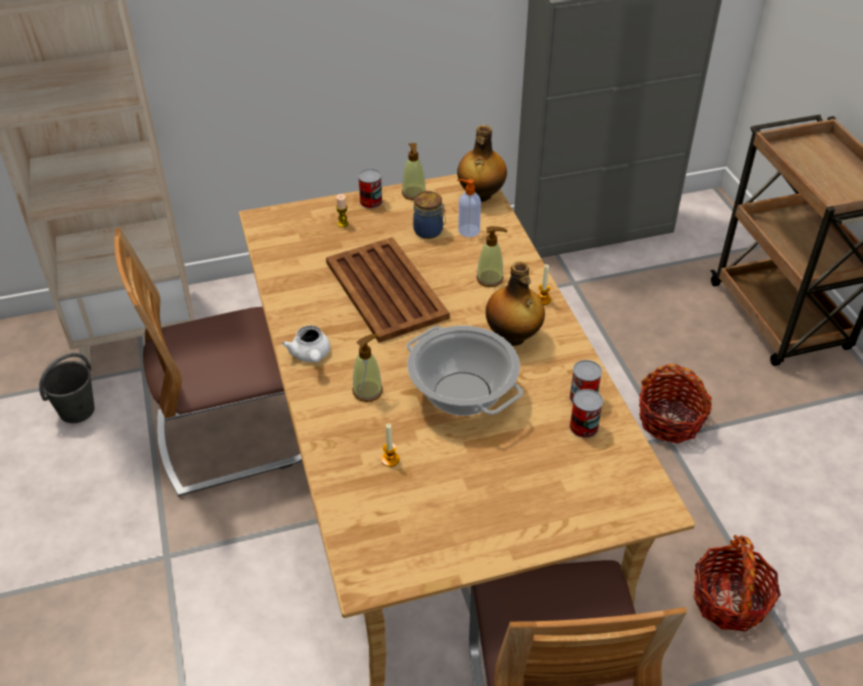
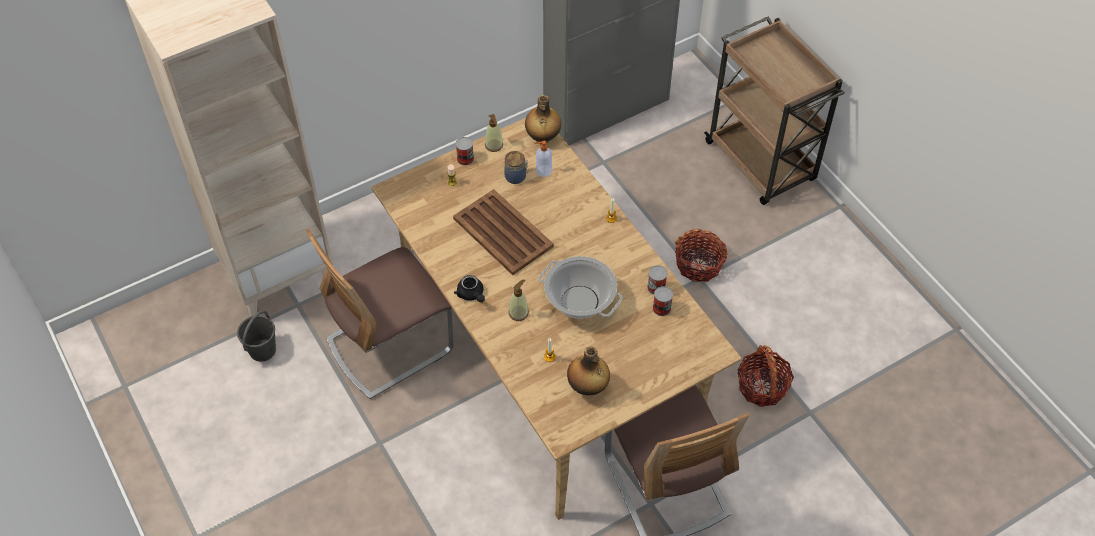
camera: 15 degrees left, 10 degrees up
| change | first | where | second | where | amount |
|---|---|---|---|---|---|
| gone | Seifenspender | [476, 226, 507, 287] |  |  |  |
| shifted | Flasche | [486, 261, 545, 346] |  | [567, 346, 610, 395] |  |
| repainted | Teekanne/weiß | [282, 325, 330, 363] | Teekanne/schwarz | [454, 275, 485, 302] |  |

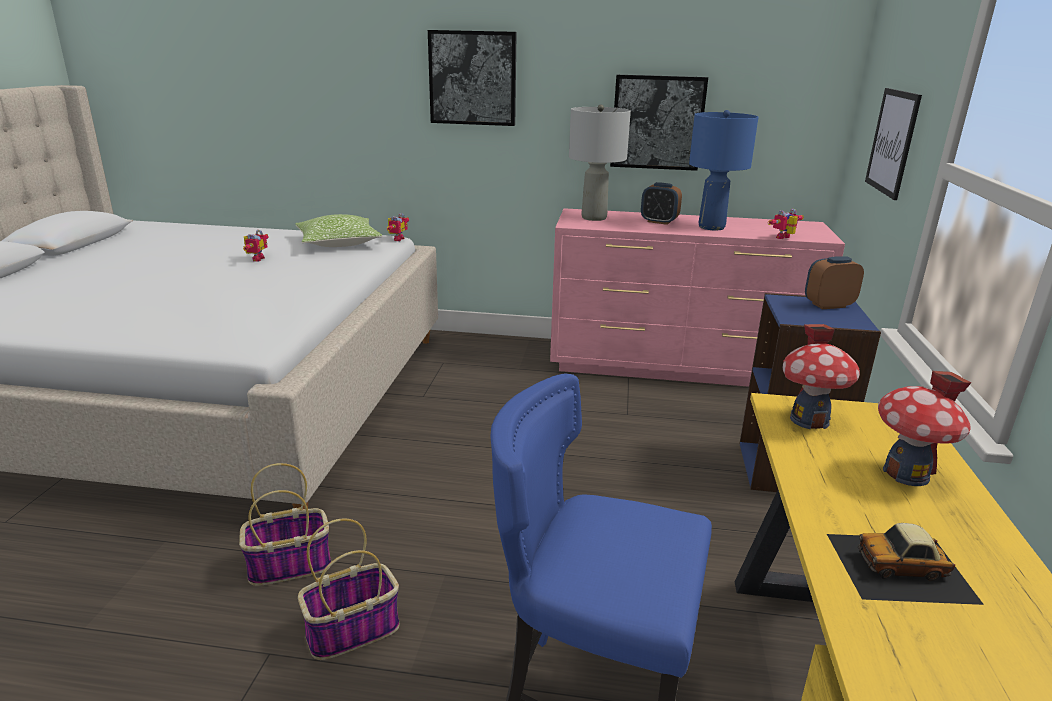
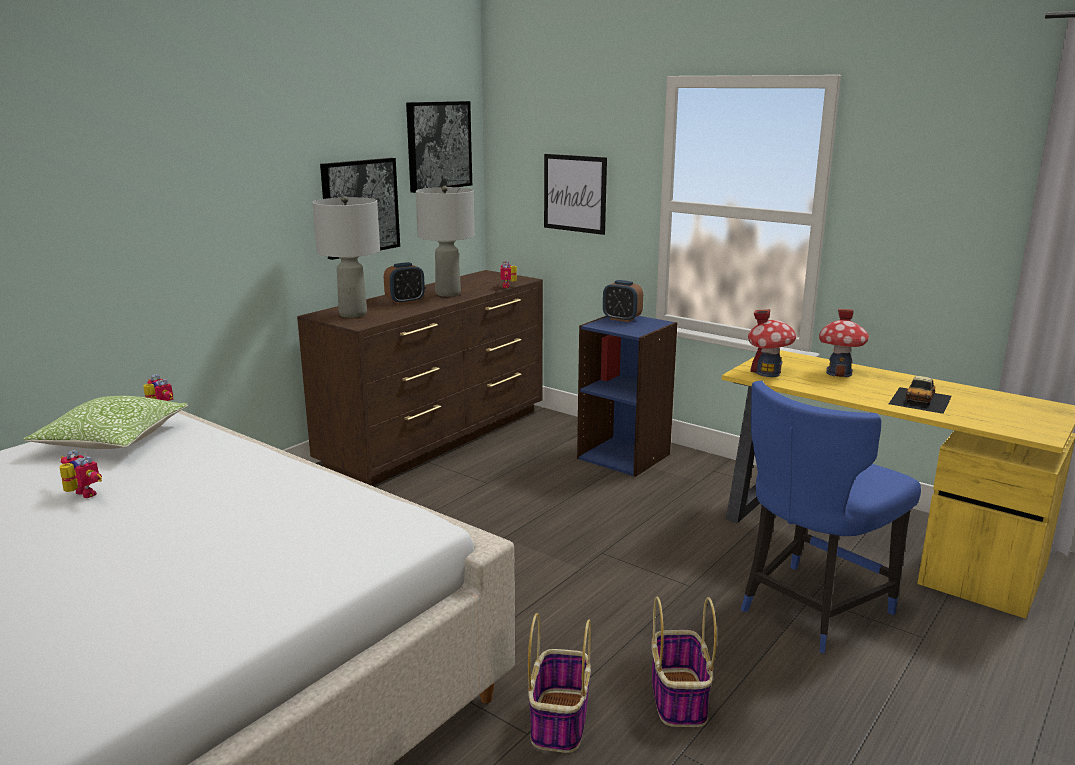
camera: 60 degrees left, 5 degrees down
| change | first | where | second | where | amount |
|---|---|---|---|---|---|
| shifted | Bild | [428, 30, 517, 126] |  | [406, 101, 472, 193] |  |
| repainted | Kommode/rosa | [550, 208, 845, 387] | Kommode/braun | [297, 270, 543, 486] |  |
| repainted | Tischlampe/blau | [689, 110, 758, 230] | Tischlampe/grau | [416, 186, 475, 297] |  |
| rotated | Wecker | [805, 256, 864, 309] |  | [603, 280, 643, 322] | 75 degrees counterclockwise |

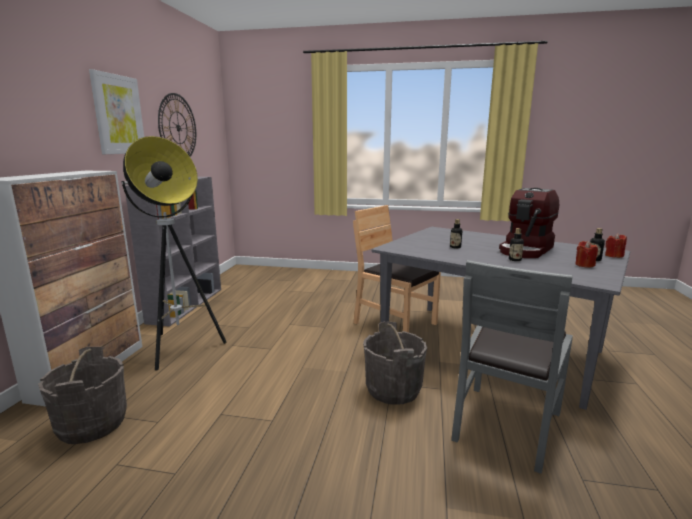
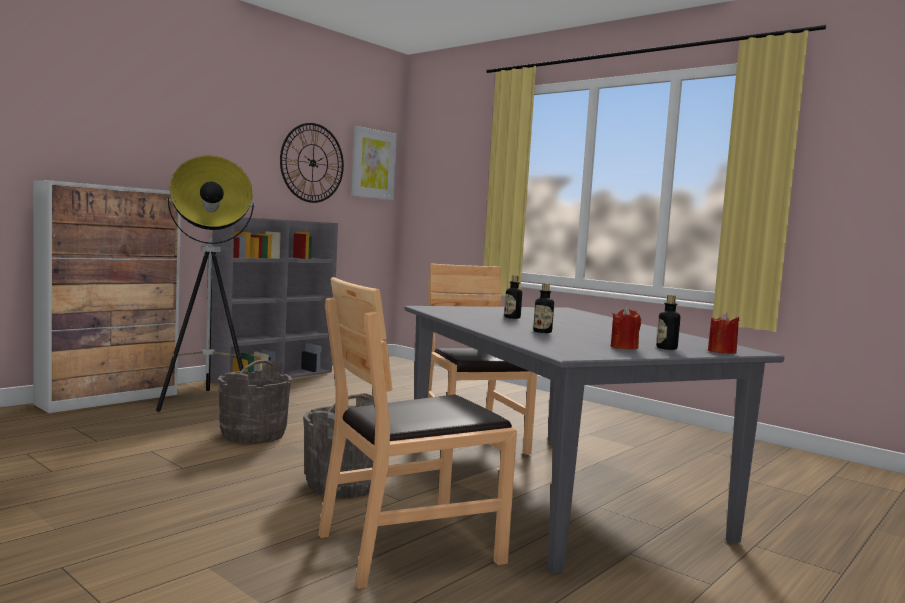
camera: 30 degrees right, 10 degrees down
| change | first | where | second | where | amount |
|---|---|---|---|---|---|
| gone | Kaffeemaschine | [499, 188, 559, 258] |  |  |  |
| shifted | Eimer/grau | [38, 347, 127, 444] |  | [218, 360, 292, 444] |  |
| shifted | Bild | [89, 69, 144, 154] |  | [351, 126, 397, 200] |  |
| repainted | Stuhl/grau | [451, 260, 573, 474] | Stuhl/braun | [318, 277, 517, 589] |  |

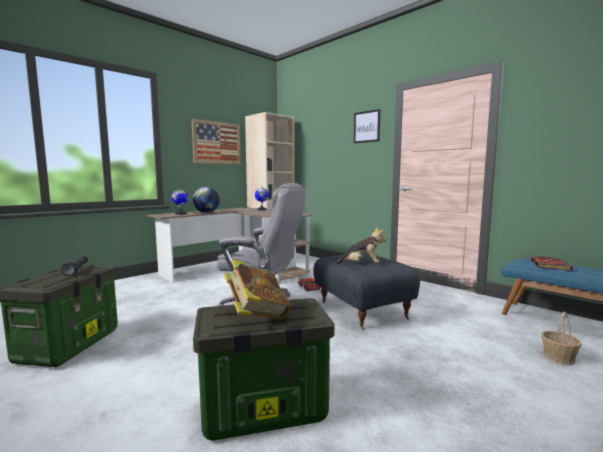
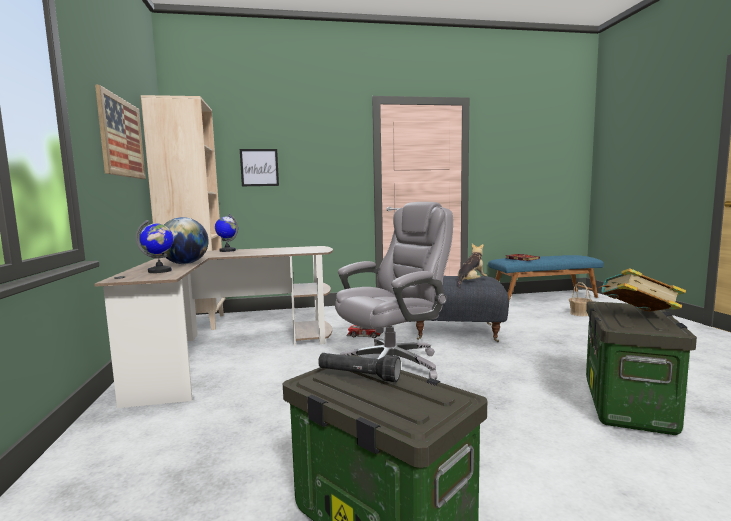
camera: 55 degrees left, 0 degrees up
| change | first | where | second | where | amount |
|---|---|---|---|---|---|
| shifted | Bild | [354, 109, 380, 143] |  | [240, 149, 279, 186] |  |

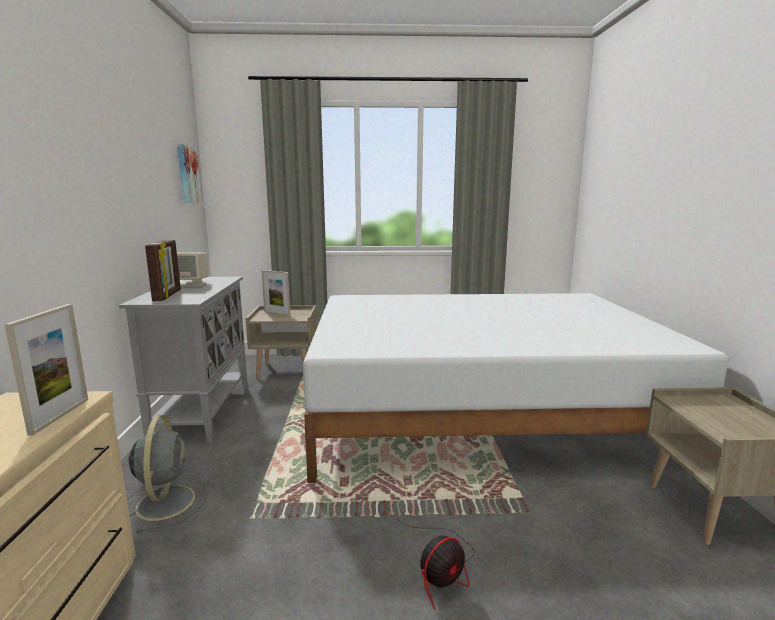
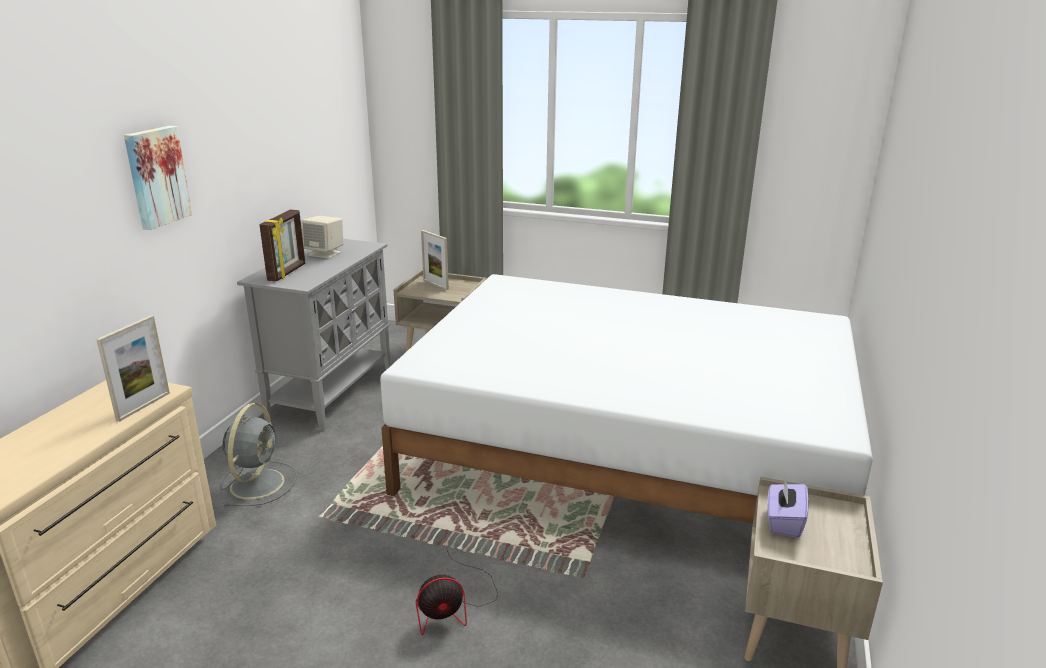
camera: 20 degrees right, 10 degrees up
| change | first | where | second | where | amount |
|---|---|---|---|---|---|
| new |  |  | Taschentuchbox/lila | [767, 477, 808, 538] |  |
| shifted | Bild | [177, 144, 202, 203] |  | [124, 126, 192, 230] |  |

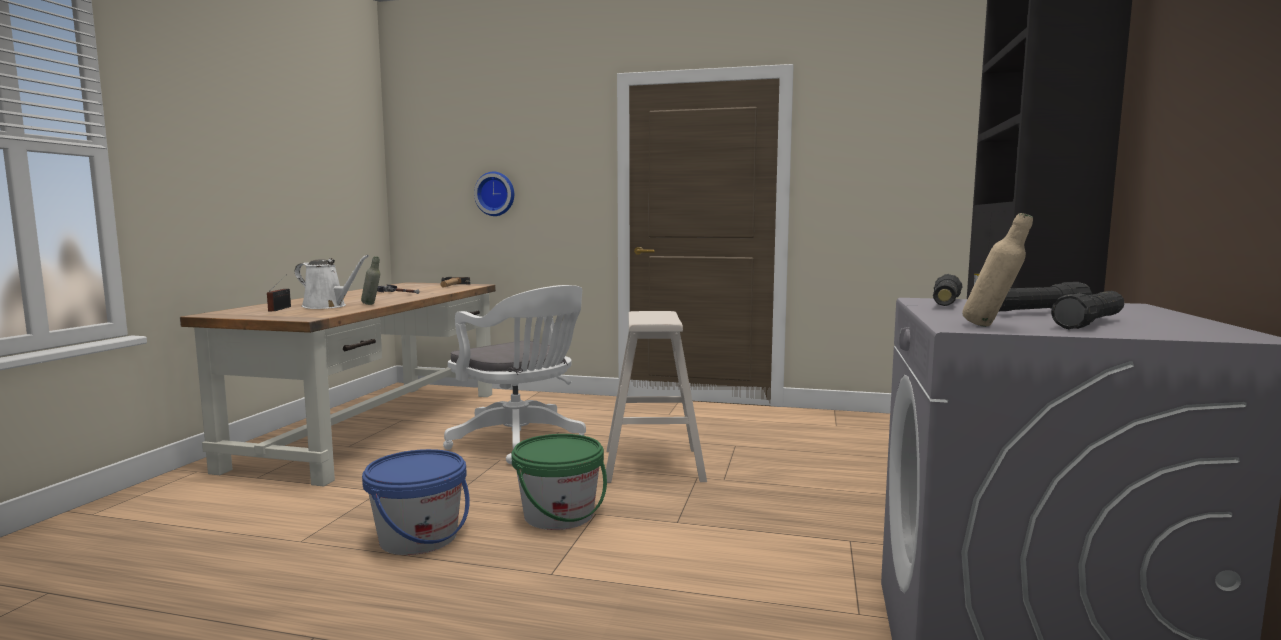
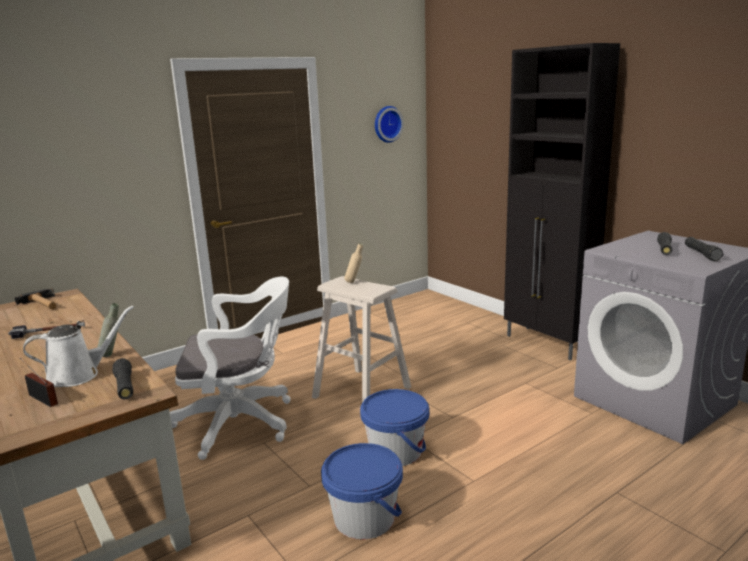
camera: 50 degrees left, 10 degrees up
| change | first | where | second | where | amount |
|---|---|---|---|---|---|
| shifted | Wanduhr | [474, 172, 514, 216] |  | [375, 106, 404, 143] |  |
| shifted | Taschenlampe/schwarz | [933, 274, 962, 306] |  | [112, 358, 133, 399] |  |
| shifted | Flasche/beige | [962, 213, 1033, 327] |  | [344, 243, 363, 283] |  |
| repainted | Eimer/grün | [512, 434, 607, 530] | Eimer/blau | [360, 389, 429, 466] |  |

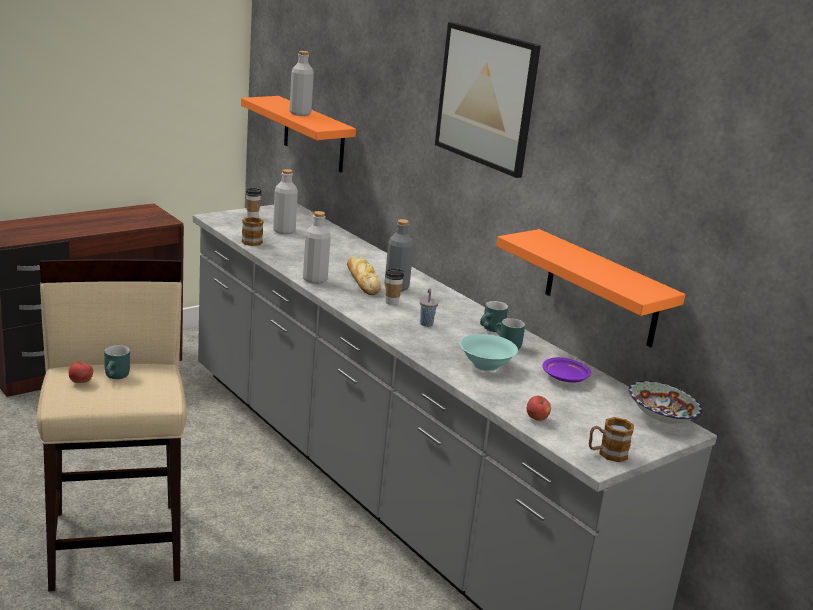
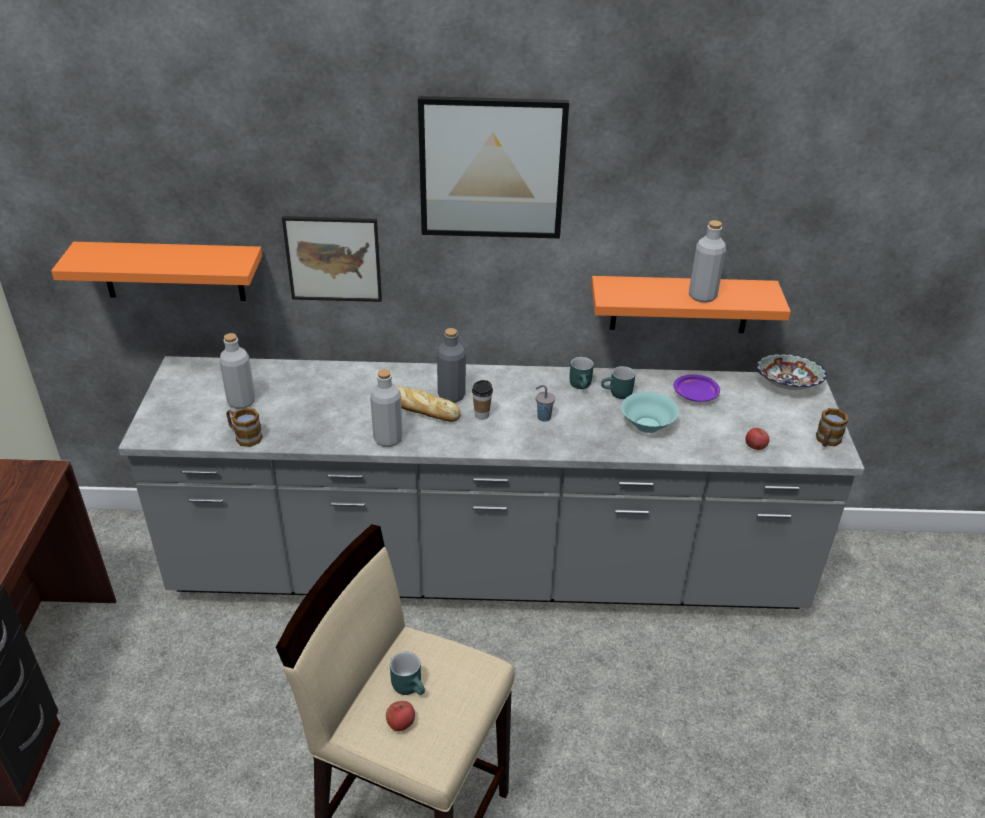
camera: 50 degrees left, 15 degrees up
| change | first | where | second | where | amount |
|---|---|---|---|---|---|
| gone | Tasse | [246, 188, 262, 218] |  |  |  |
| new |  |  | Bild | [282, 216, 382, 302] |  |
| shifted | Flasche/grau | [289, 51, 314, 116] |  | [689, 220, 726, 303] |  |

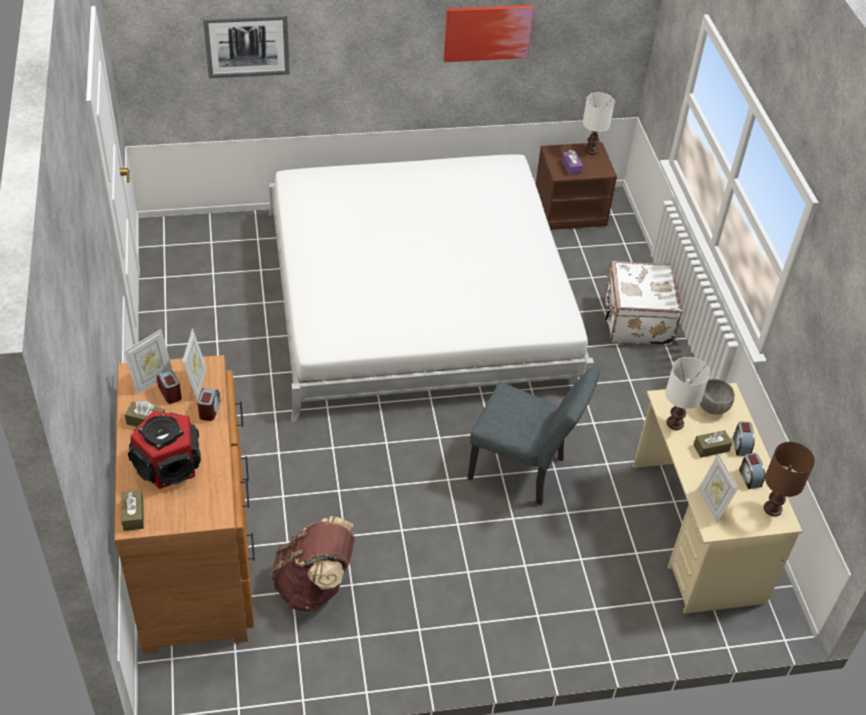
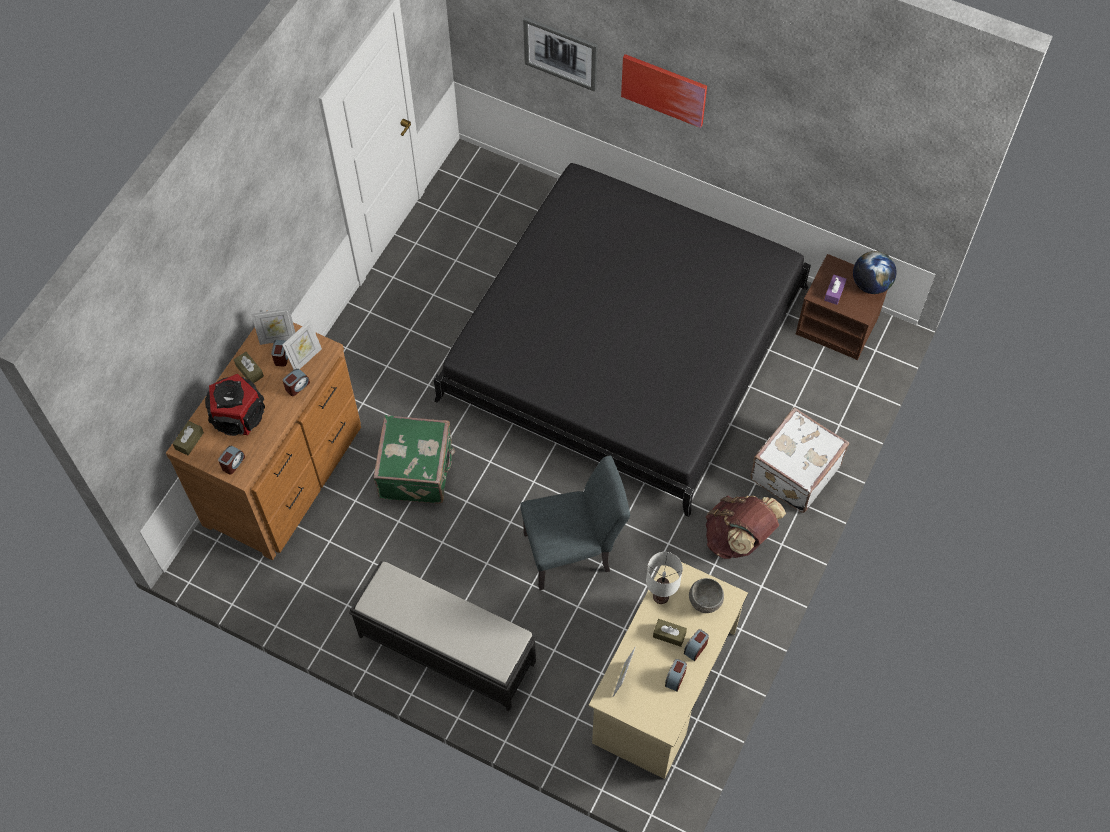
camera: 40 degrees right, 15 degrees up
| change | first | where | second | where | amount |
|---|---|---|---|---|---|
| gone | Tischlampe/braun | [764, 442, 815, 516] |  |  |  |
| new |  |  | Wecker | [218, 446, 245, 474] |  |
| new |  |  | Bank/schwarz | [349, 561, 537, 712] |  |
| new |  |  | Koffer/grün | [373, 415, 456, 504] |  |
| shifted | Rucksack/braun | [271, 516, 355, 611] |  | [706, 495, 786, 559] |  |
| shifted | Bild | [443, 5, 534, 62] |  | [621, 54, 707, 128] |  |
| swapped | Tischlampe/weiß | [583, 92, 615, 155] | Globus | [853, 251, 897, 294] |  |
| repainted | Bett/weiß | [269, 155, 594, 422] | Bett/schwarz | [434, 163, 811, 517] |  |
| rotated | Stuhl/grau | [467, 368, 600, 505] |  | [520, 456, 630, 590] | 75 degrees counterclockwise |

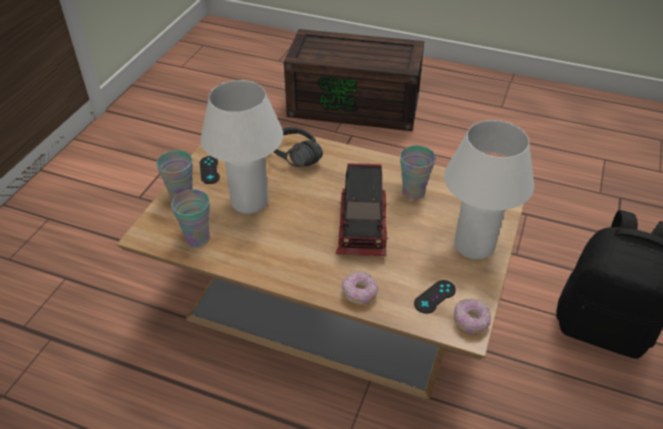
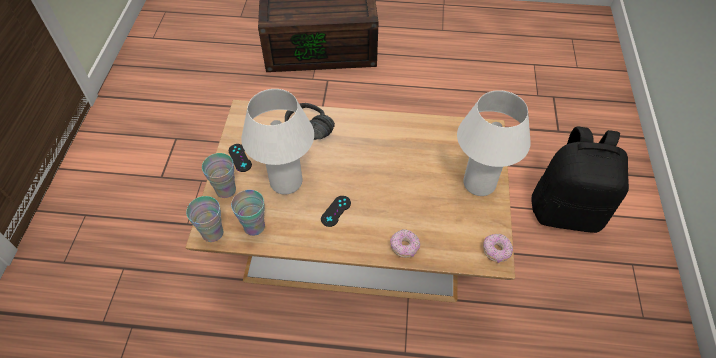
camera: 15 degrees left, 10 degrees up
| change | first | where | second | where | amount |
|---|---|---|---|---|---|
| gone | Spielzeuglaster | [336, 163, 388, 256] |  |  |  |
| shifted | Tasse | [400, 145, 435, 200] |  | [186, 196, 223, 242] |  |
| shifted | Gamepad/schwarz | [414, 280, 456, 314] |  | [321, 196, 351, 227] |  |

